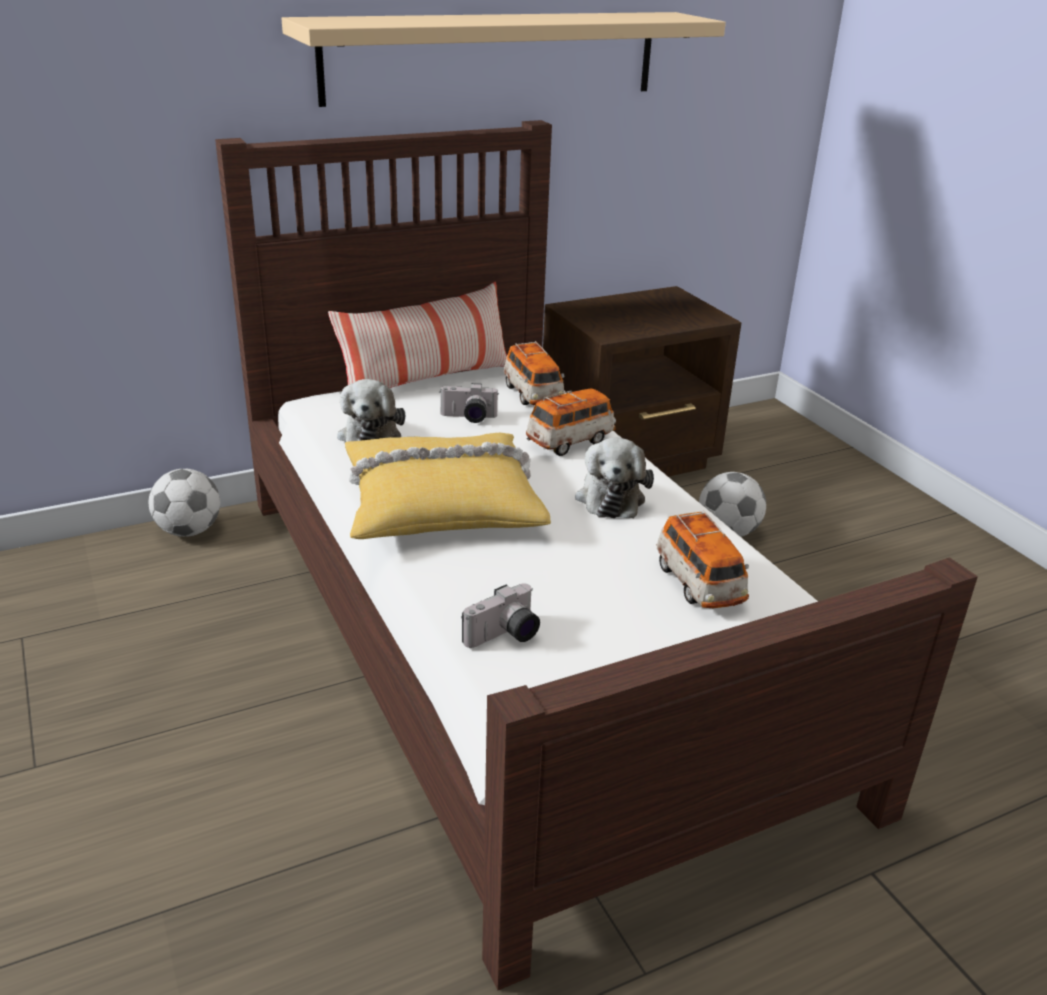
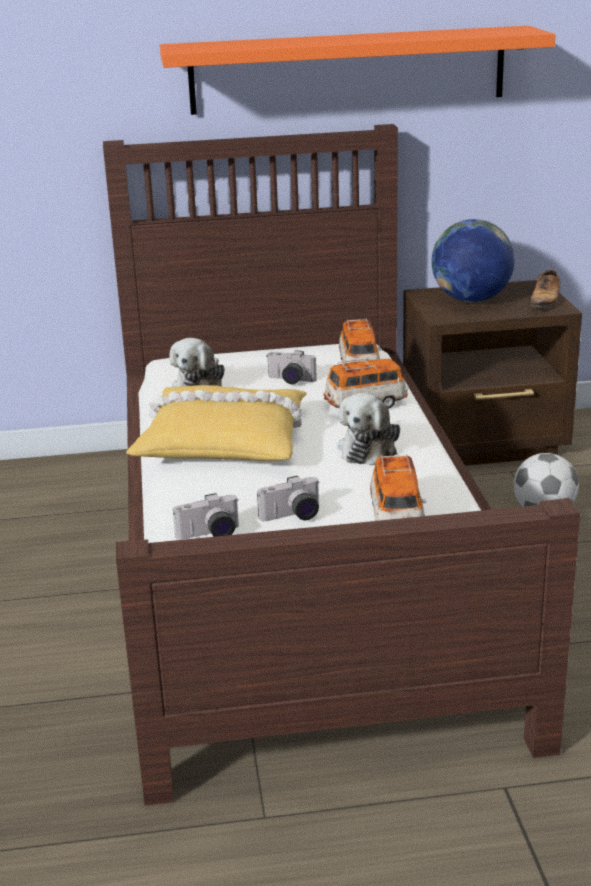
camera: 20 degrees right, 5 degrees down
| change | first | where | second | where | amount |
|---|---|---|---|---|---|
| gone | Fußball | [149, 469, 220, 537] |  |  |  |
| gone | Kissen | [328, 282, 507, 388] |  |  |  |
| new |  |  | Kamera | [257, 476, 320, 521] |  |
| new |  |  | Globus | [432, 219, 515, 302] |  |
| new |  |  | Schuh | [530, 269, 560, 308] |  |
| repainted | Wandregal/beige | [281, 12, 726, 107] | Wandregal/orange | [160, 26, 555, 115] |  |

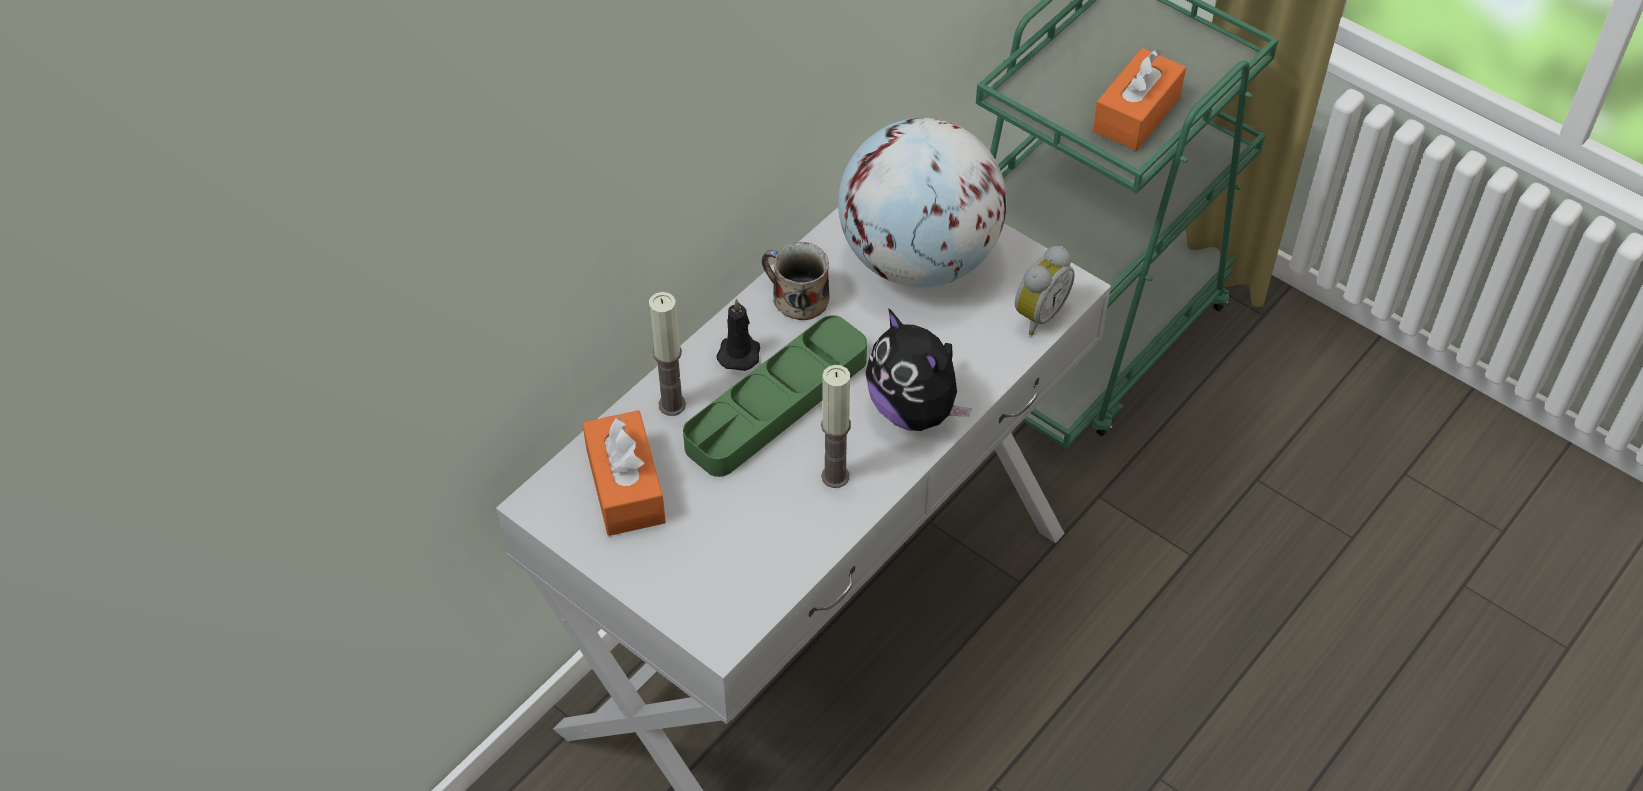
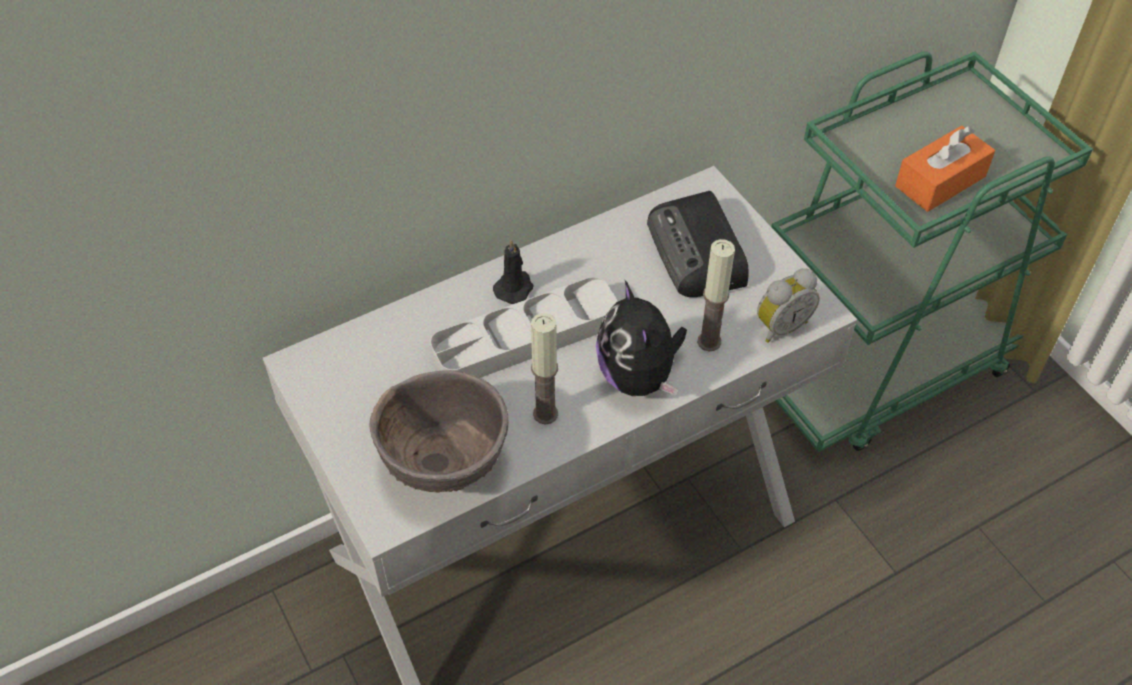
camera: 20 degrees right, 0 degrees up
| change | first | where | second | where | amount |
|---|---|---|---|---|---|
| gone | Taschentuchbox/orange | [582, 410, 666, 536] |  |  |  |
| gone | Henkelbecher | [762, 242, 829, 320] |  |  |  |
| new |  |  | Schüssel/braun | [369, 370, 508, 493] |  |
| shifted | Kerze | [649, 292, 686, 416] |  | [697, 239, 735, 351] |  |
| swapped | Globus | [838, 118, 1007, 287] | Radio | [647, 191, 749, 297] |  |
| repainted | Tablett/grün | [683, 315, 867, 477] | Tablett/grau | [430, 277, 618, 378] |  |

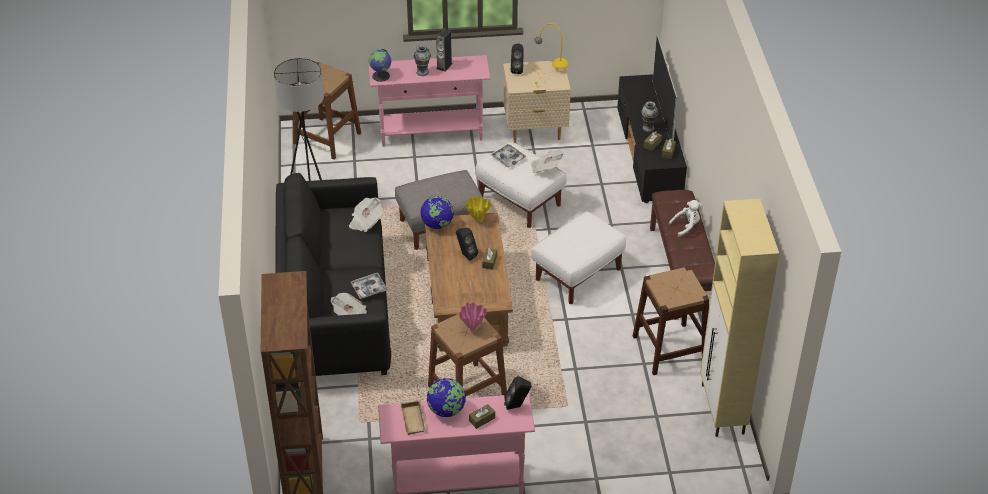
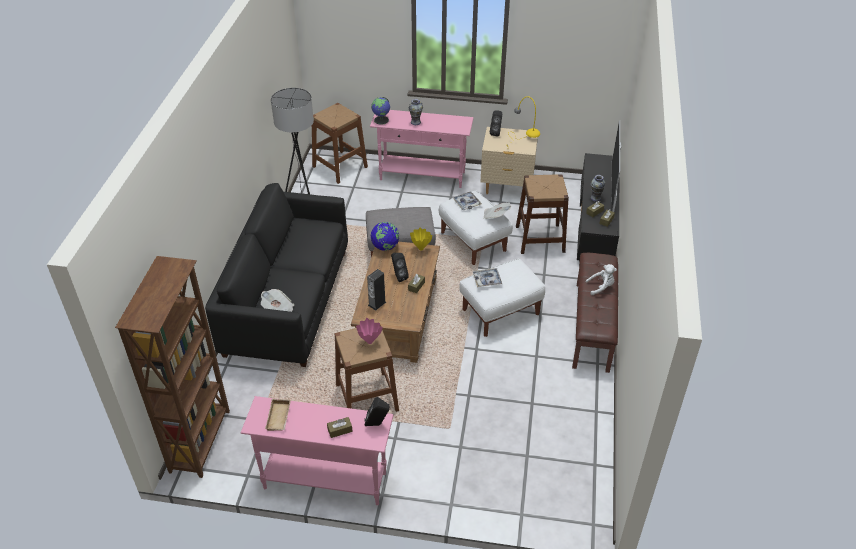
camera: 15 degrees right, 0 degrees up
| change | first | where | second | where | amount |
|---|---|---|---|---|---|
| gone | Zeitung | [349, 198, 383, 232] |  |  |  |
| gone | Globus | [427, 378, 466, 417] |  |  |  |
| gone | Schrank/beige | [700, 199, 779, 437] |  |  |  |
| shifted | Tablett | [351, 273, 388, 299] |  | [473, 268, 502, 287] |  |
| shifted | Lautsprecher | [436, 28, 453, 72] |  | [367, 269, 386, 311] |  |
| shifted | Hocker/braun | [633, 266, 709, 375] |  | [516, 174, 569, 254] |  |

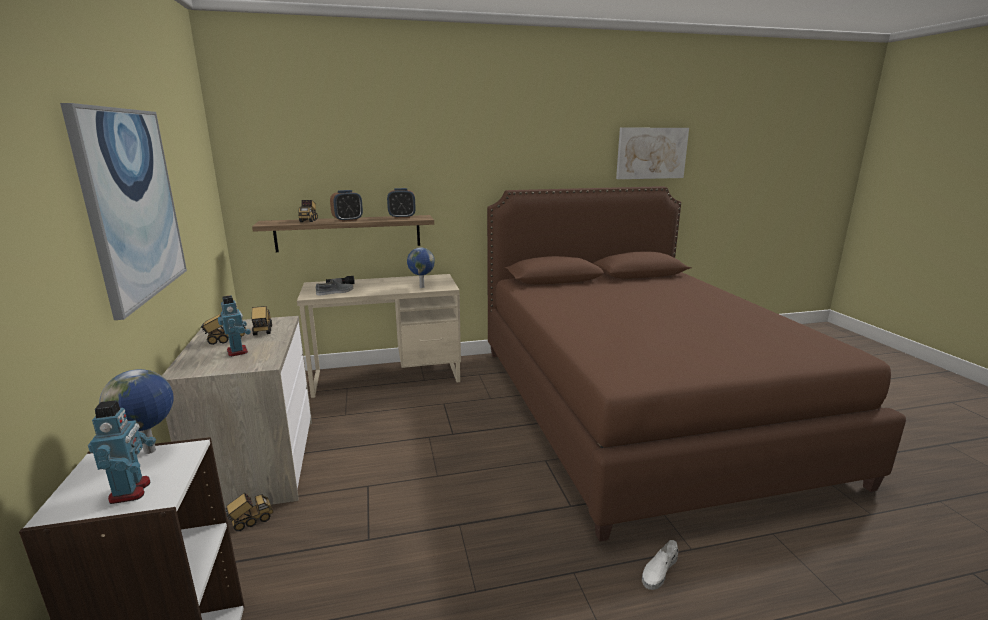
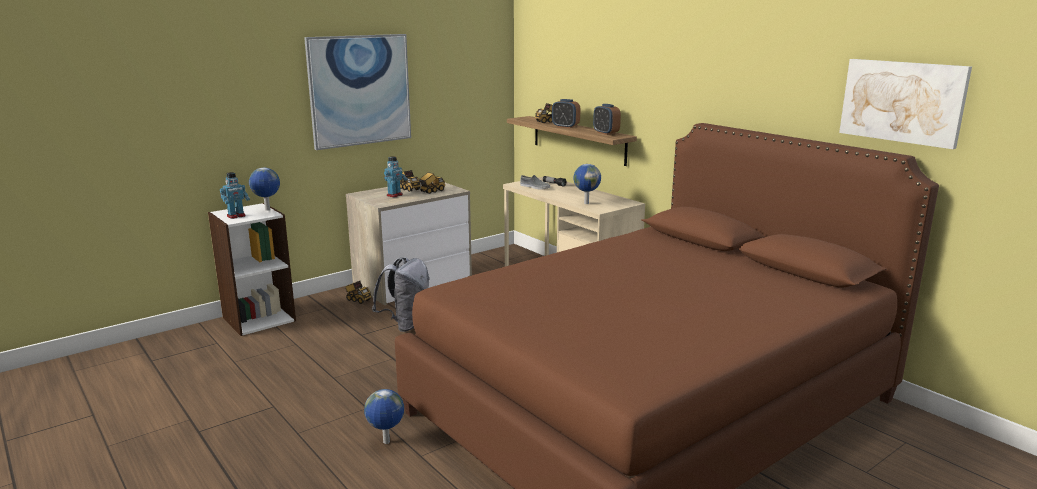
camera: 65 degrees right, 0 degrees up
| change | first | where | second | where | amount |
|---|---|---|---|---|---|
| new |  |  | Rucksack/grau | [372, 257, 430, 332] |  |
| swapped | Schuh/weiß | [642, 540, 678, 590] | Globus | [364, 389, 404, 444] |  |

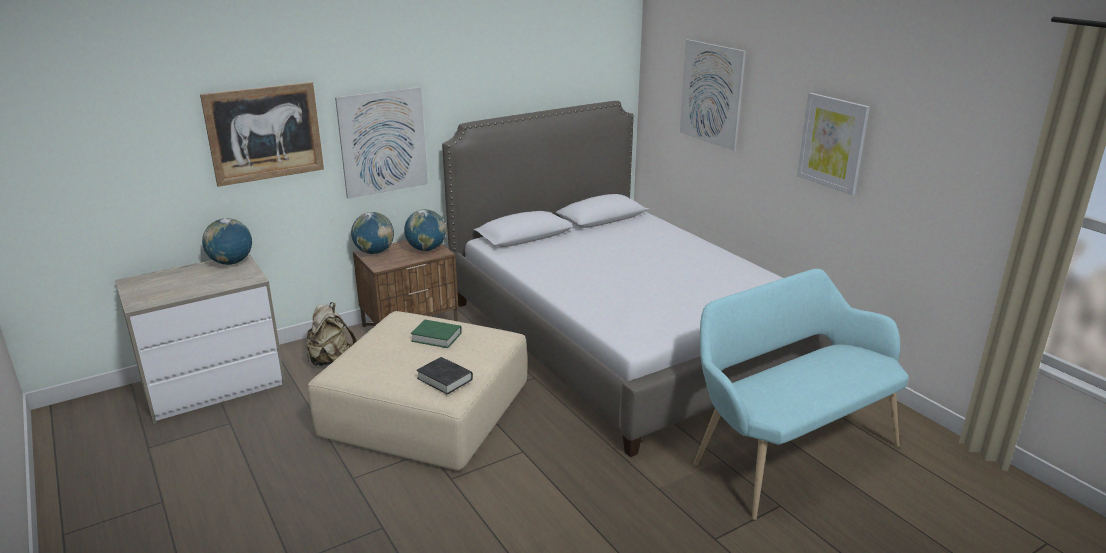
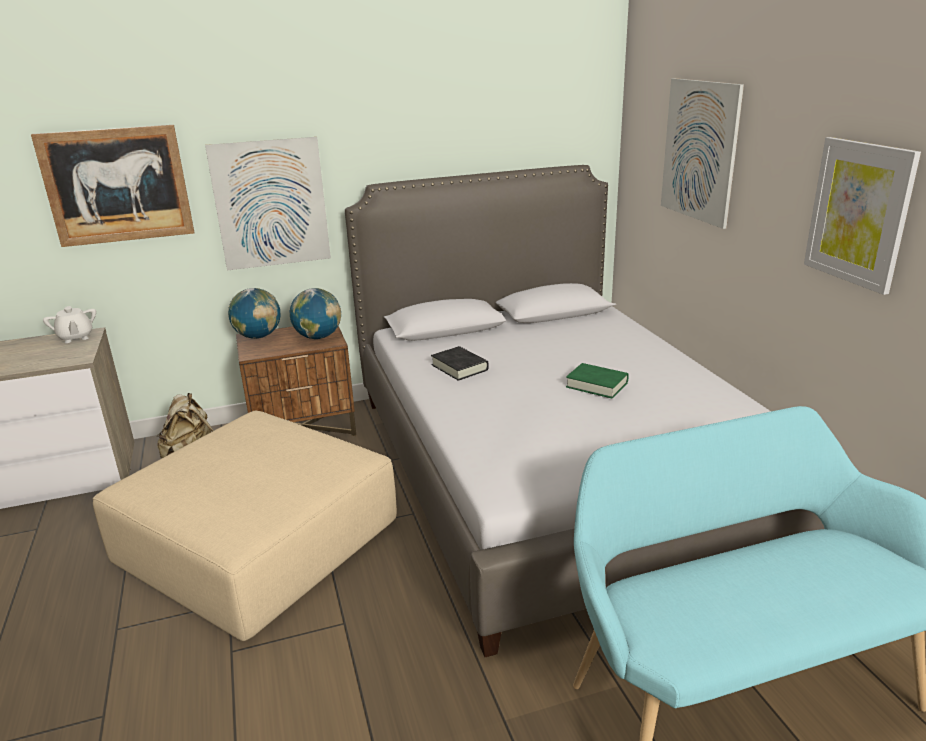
camera: 15 degrees right, 0 degrees up
| change | first | where | second | where | amount |
|---|---|---|---|---|---|
| shifted | Buch/grün | [411, 320, 462, 348] |  | [566, 363, 629, 399] |  |
| shifted | Buch/schwarz | [417, 357, 473, 395] |  | [431, 346, 489, 381] |  |
| swapped | Globus | [202, 218, 252, 265] | Teekanne/weiß | [43, 306, 96, 343] |  |

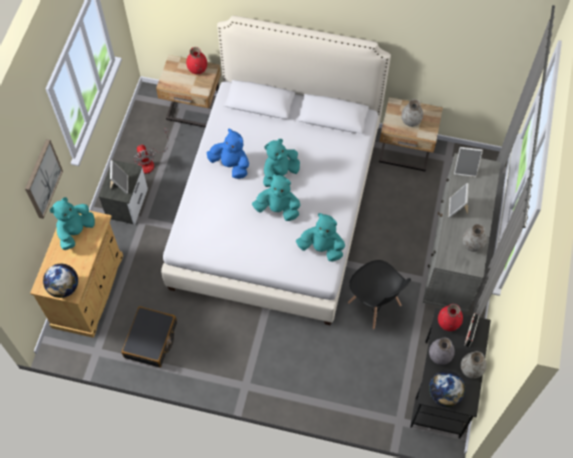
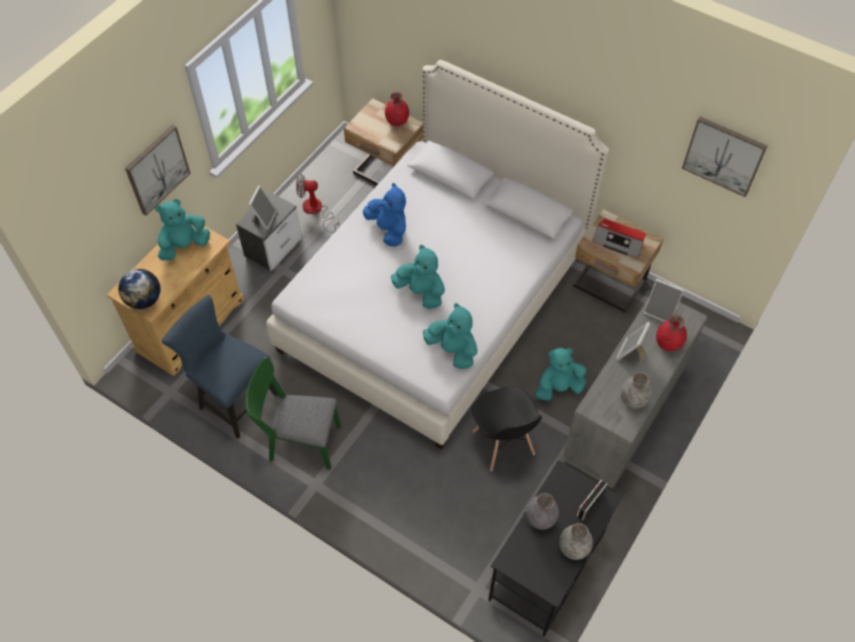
camera: 20 degrees right, 5 degrees down
| change | first | where | second | where | amount |
|---|---|---|---|---|---|
| gone | Globus | [429, 370, 465, 407] |  |  |  |
| new |  |  | Stuhl/grün | [246, 357, 341, 470] |  |
| new |  |  | Bild | [682, 117, 767, 197] |  |
| shifted | Plüschtier/türkis | [263, 139, 300, 187] |  | [536, 348, 587, 401] |  |
| shifted | Vase/rot | [438, 304, 463, 331] |  | [656, 315, 687, 352] |  |
| swapped | Koffer/schwarz | [121, 306, 177, 368] | Stuhl/blau | [162, 295, 278, 439] |  |
| swapped | Vase/grau | [401, 99, 423, 127] | Radio | [592, 219, 646, 259] |  |
| rotated | Ventilator | [134, 128, 169, 174] |  | [296, 174, 339, 233] | 90 degrees clockwise |

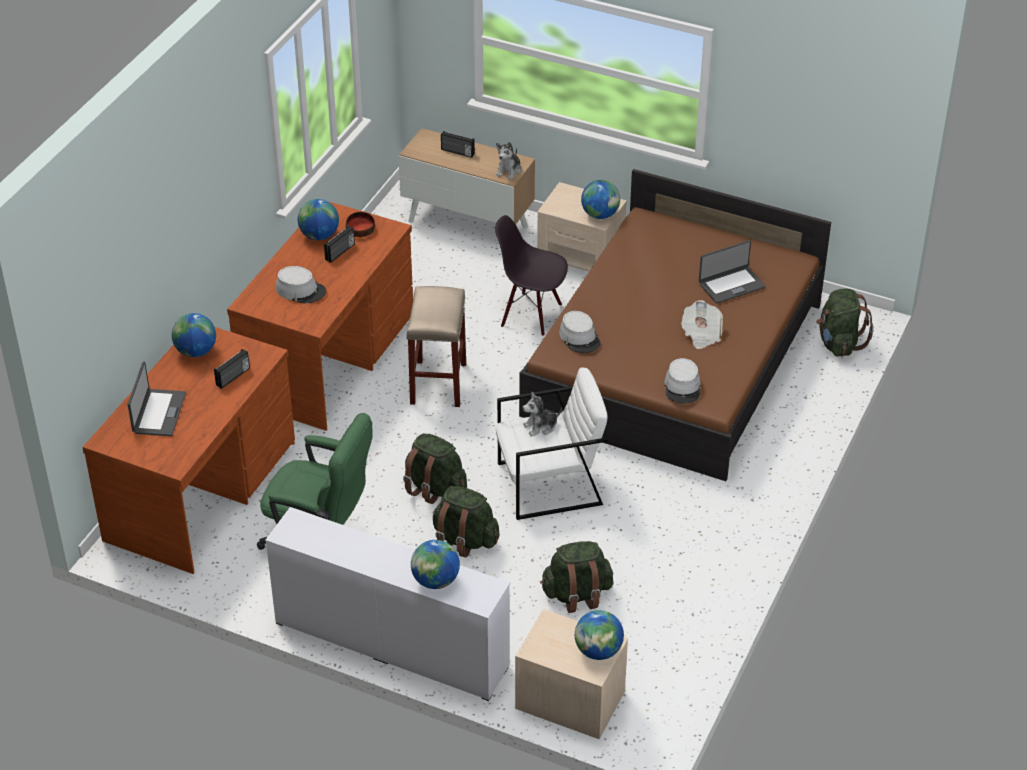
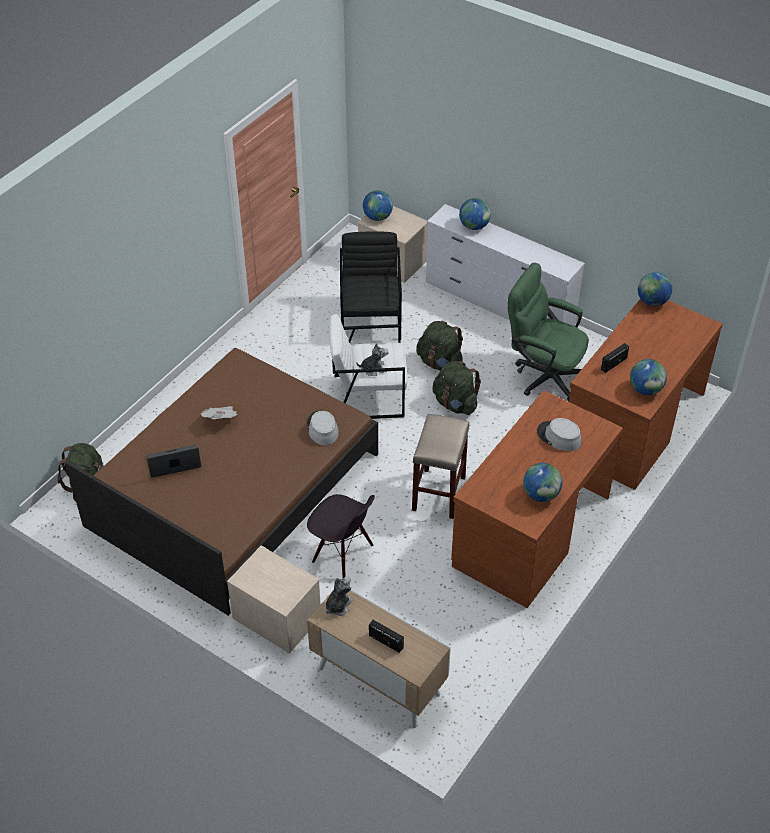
camera: 170 degrees left, 5 degrees up
| change | first | where | second | where | amount |
|---|---|---|---|---|---|
| gone | Laptop | [128, 361, 186, 436] |  |  |  |
| gone | Radio | [324, 226, 355, 263] |  |  |  |
| gone | Schüssel | [346, 212, 375, 237] |  |  |  |
| gone | Hut/grau | [664, 358, 701, 404] |  |  |  |
| shifted | Globus | [581, 180, 620, 219] |  | [638, 272, 672, 306] |  |
| swapped | Rucksack/grün | [540, 541, 613, 613] | Sessel/schwarz | [340, 232, 402, 327] |  |

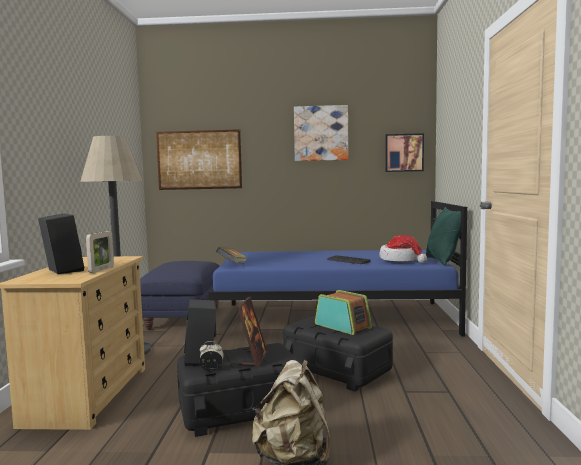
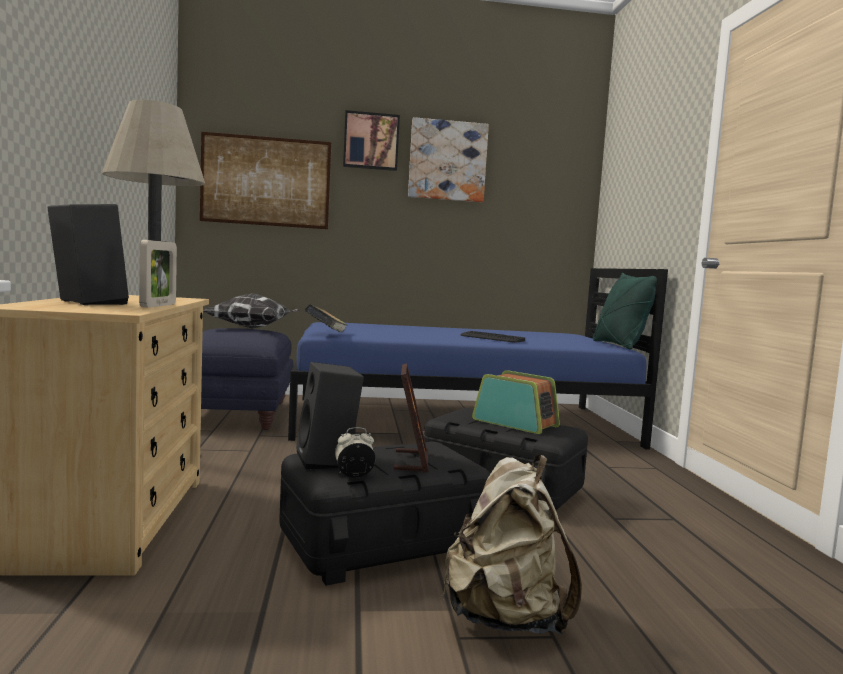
camera: 10 degrees left, 0 degrees up
| change | first | where | second | where | amount |
|---|---|---|---|---|---|
| gone | Hut | [380, 235, 427, 263] |  |  |  |
| new |  |  | Kissen | [203, 293, 300, 329] |  |
| shifted | Bild | [385, 133, 424, 172] |  | [343, 110, 400, 171] |  |

